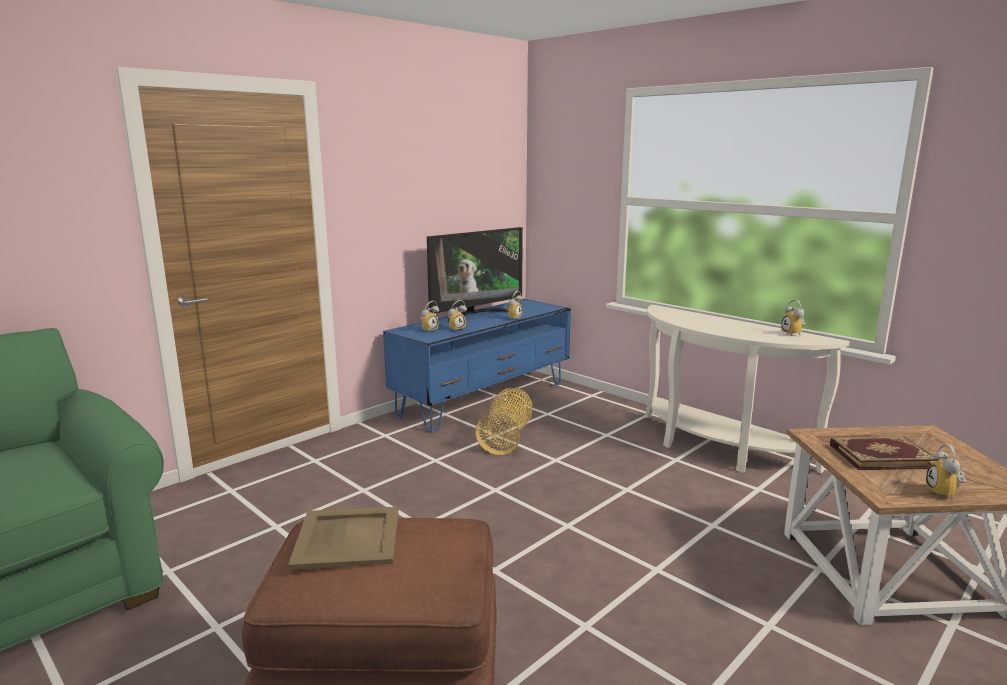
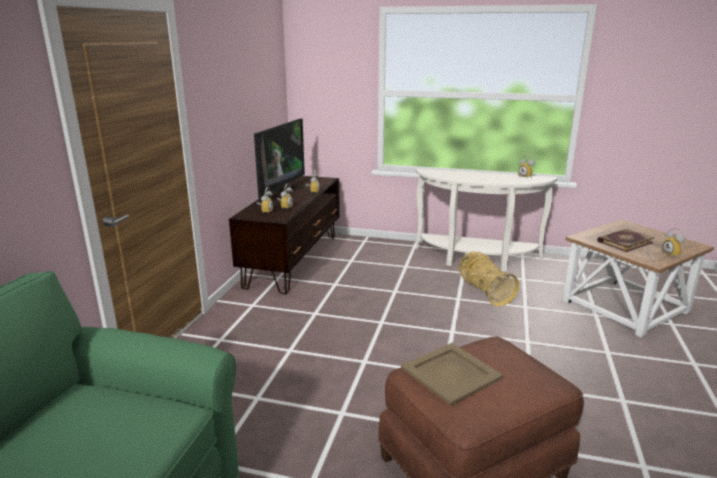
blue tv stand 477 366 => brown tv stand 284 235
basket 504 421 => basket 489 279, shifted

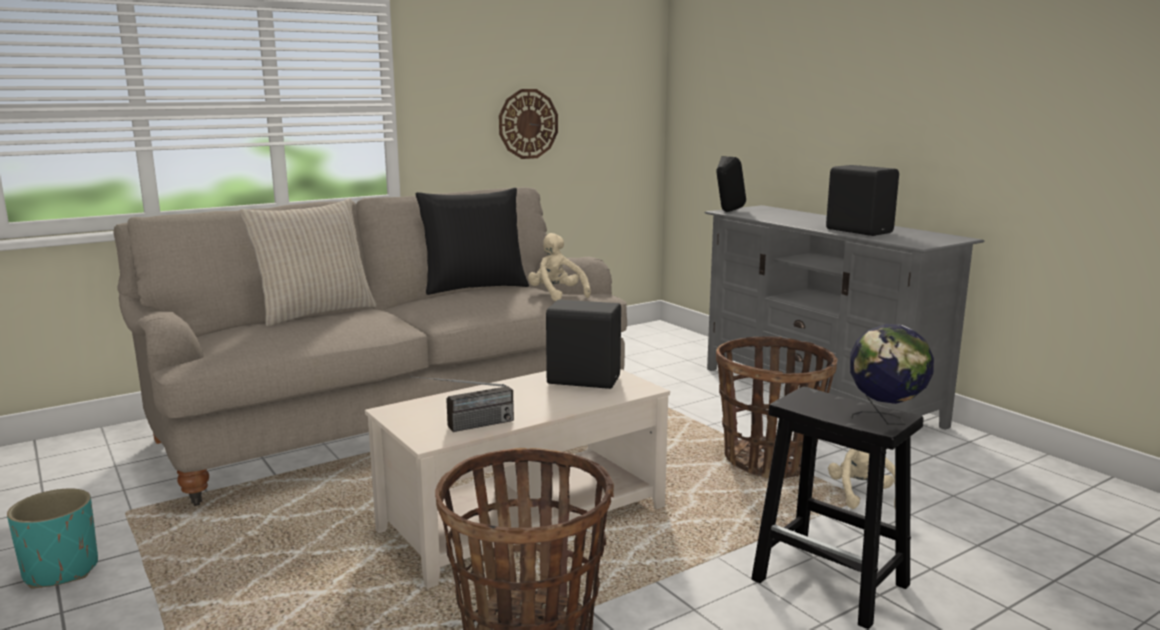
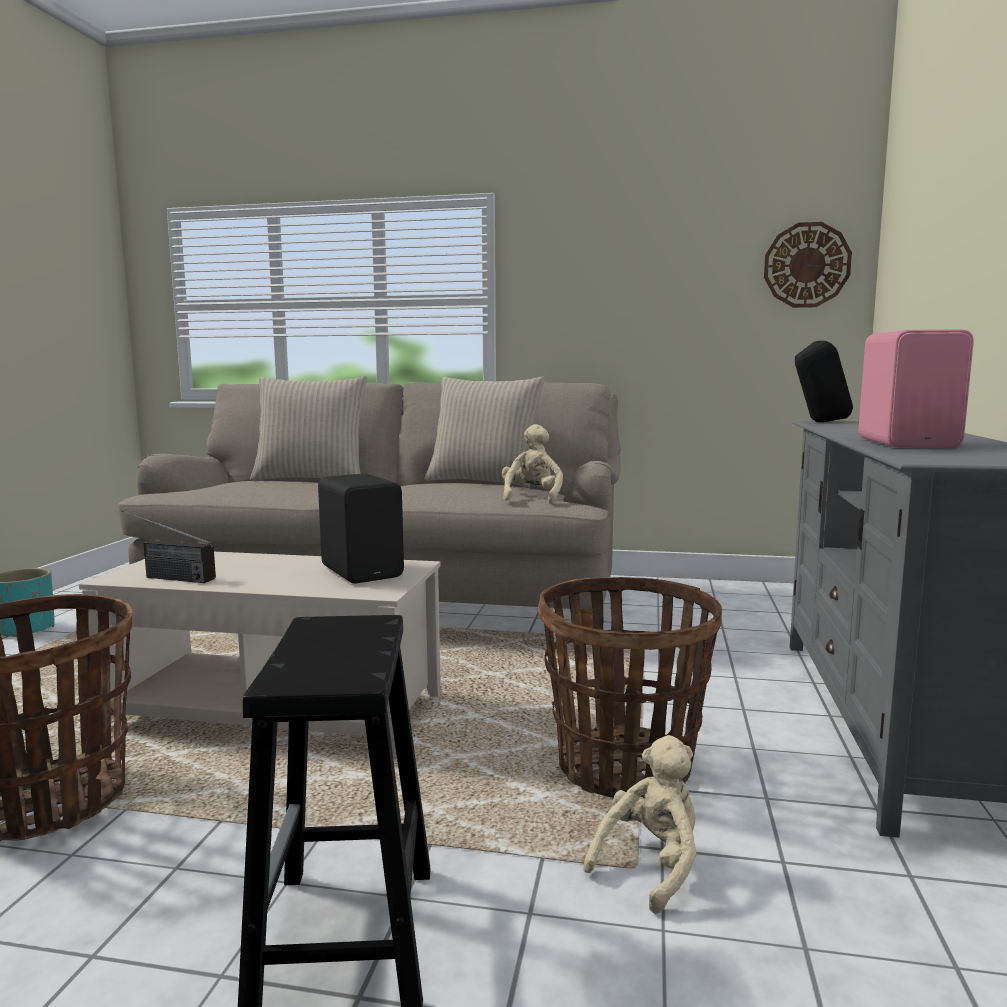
wall clock 528 124 => wall clock 808 265, shifted
black speaker 862 200 => pink speaker 916 388
black pillow 472 241 => beige pillow 485 432
globe 892 374 => nothing

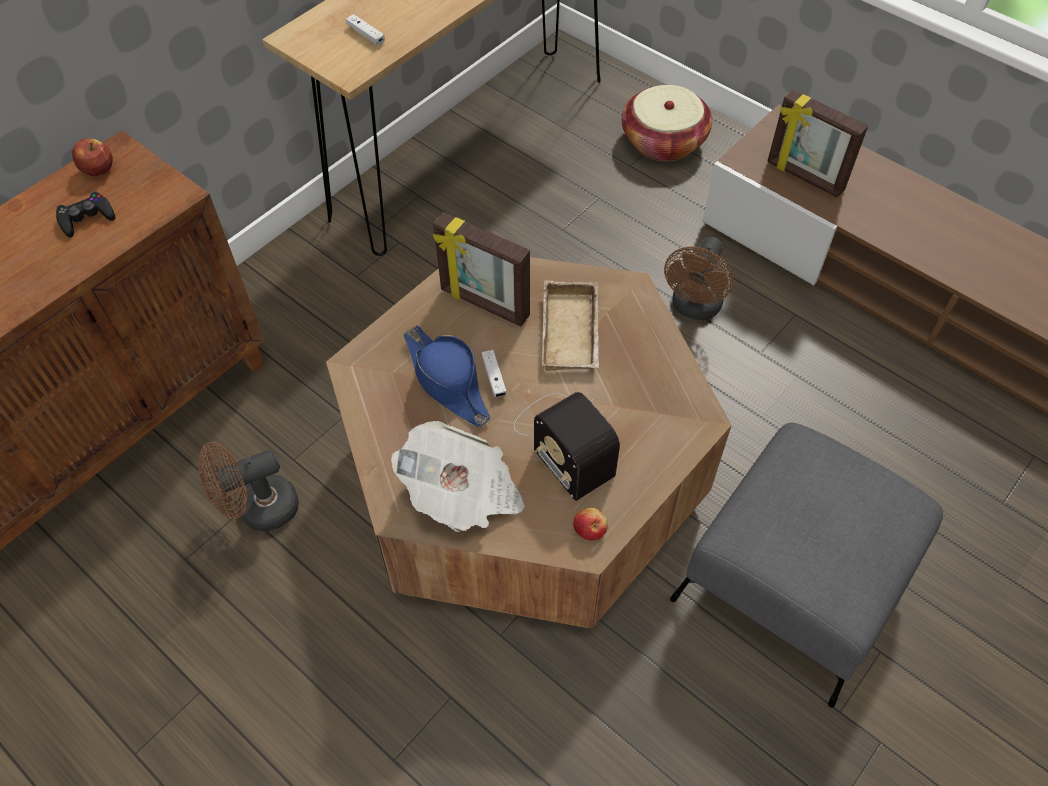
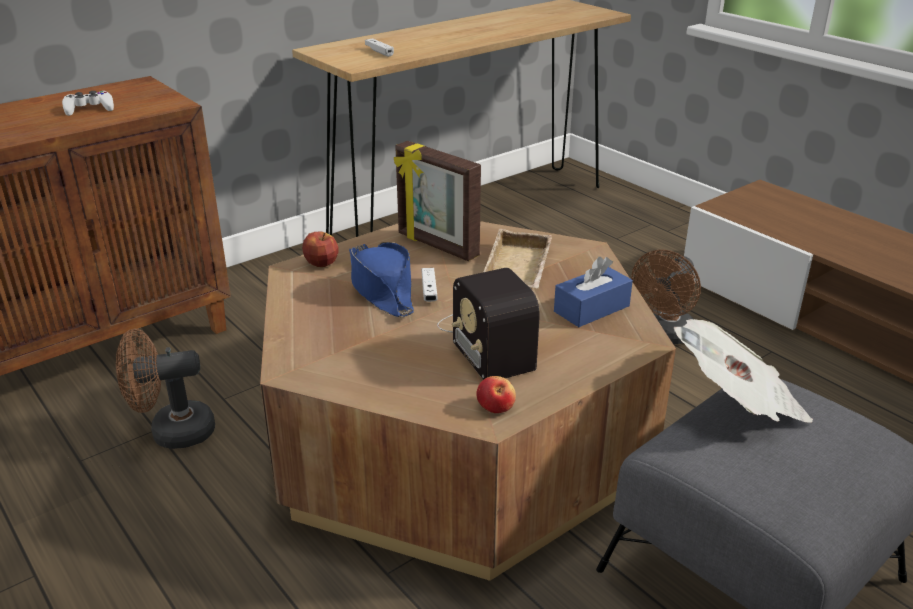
basket 667 123 => nothing
picture frame 817 143 => nothing
apple 92 157 => apple 320 249, shifted
black game controller 85 214 => white game controller 88 103
newspaper 458 476 => newspaper 743 371, shifted
nothing => blue tissue box 593 292

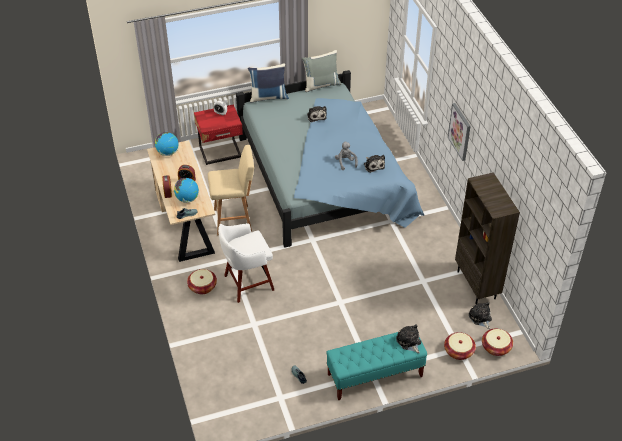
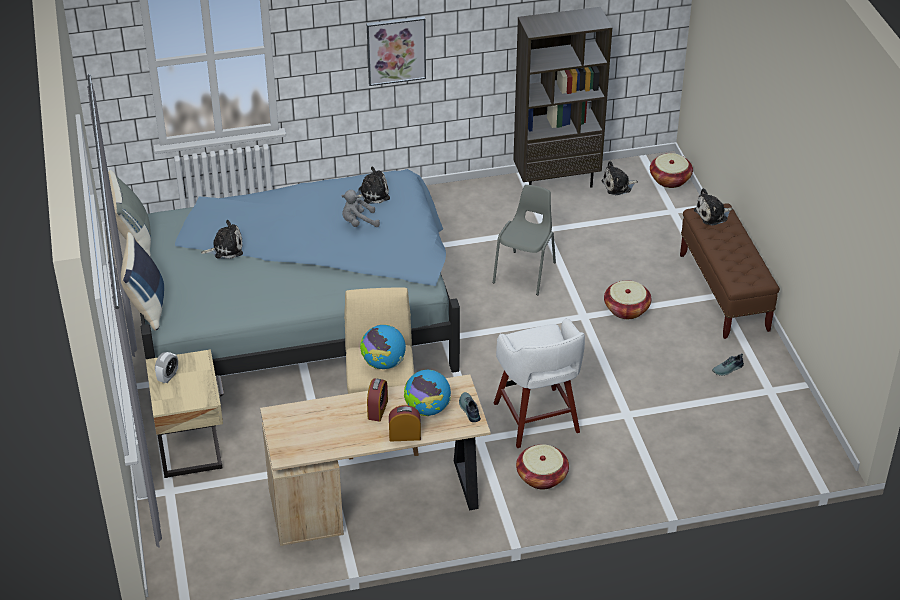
red nightstand 218 134 => beige nightstand 185 413
globe 166 144 => globe 383 347, shifted
turquoise bench 376 366 => brown bench 730 271
basket 460 346 => basket 627 300, shifted
nothing => grey chair 524 240

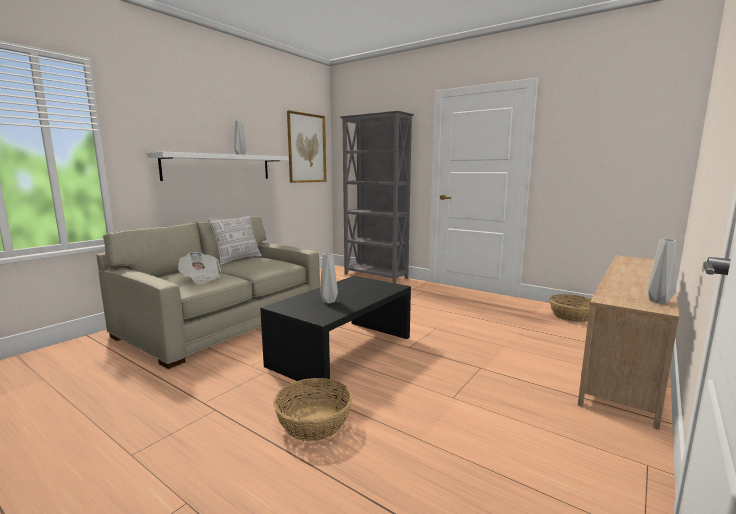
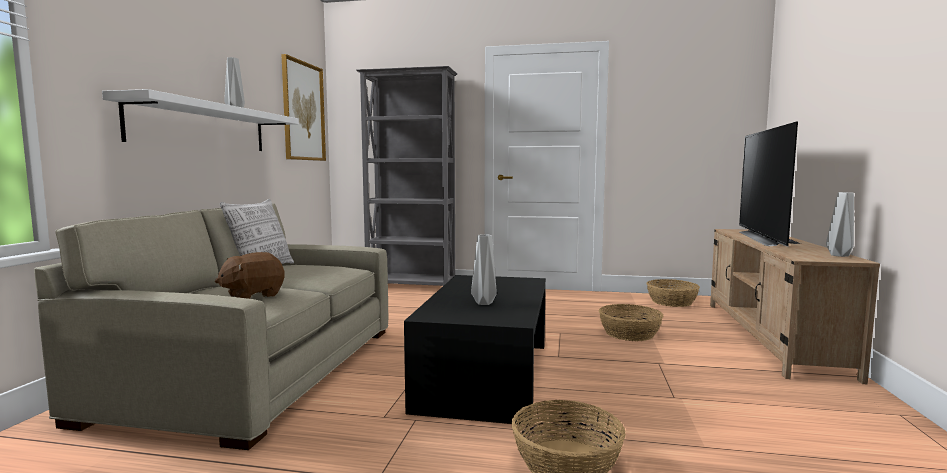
newspaper 199 268 => brown plush toy 250 275
nothing => television 770 184
nothing => basket 631 322

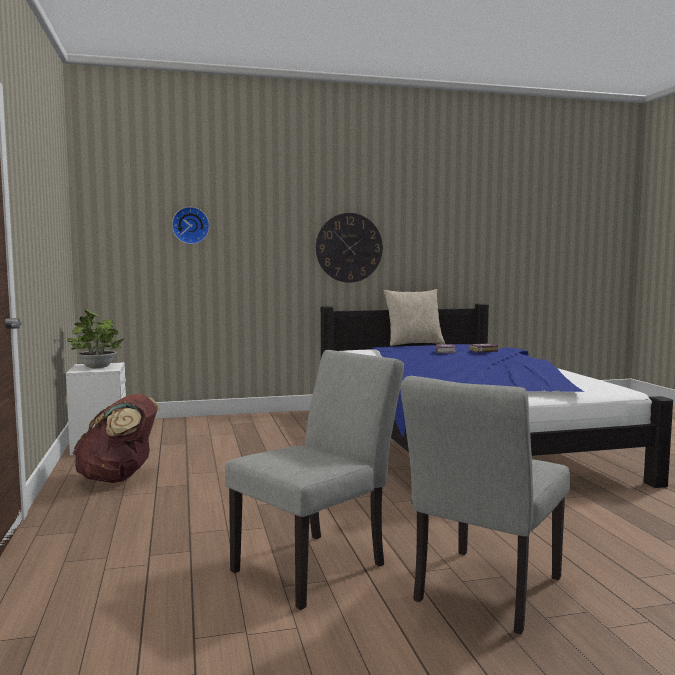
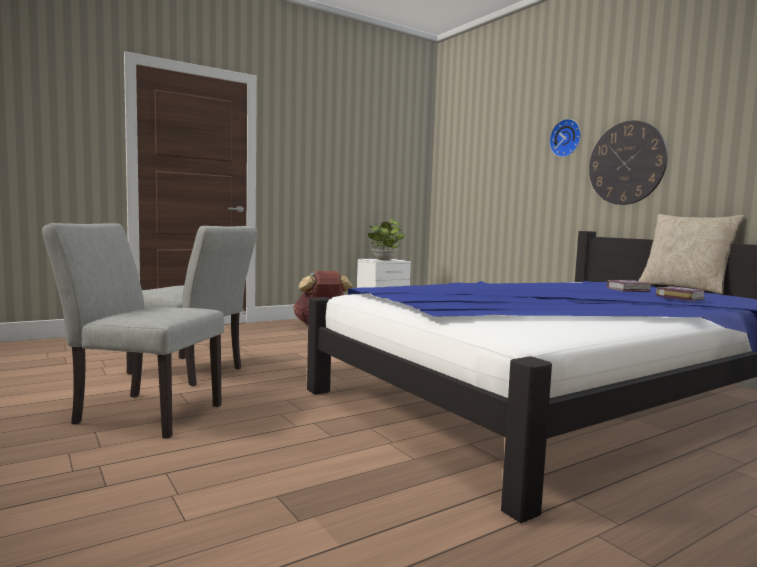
wall clock 191 225 => wall clock 565 138, shifted

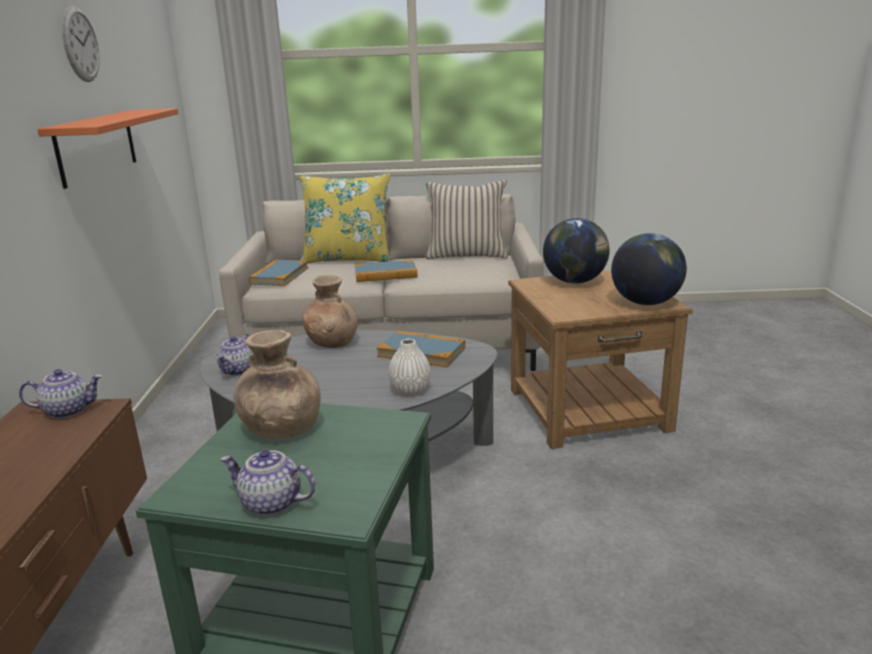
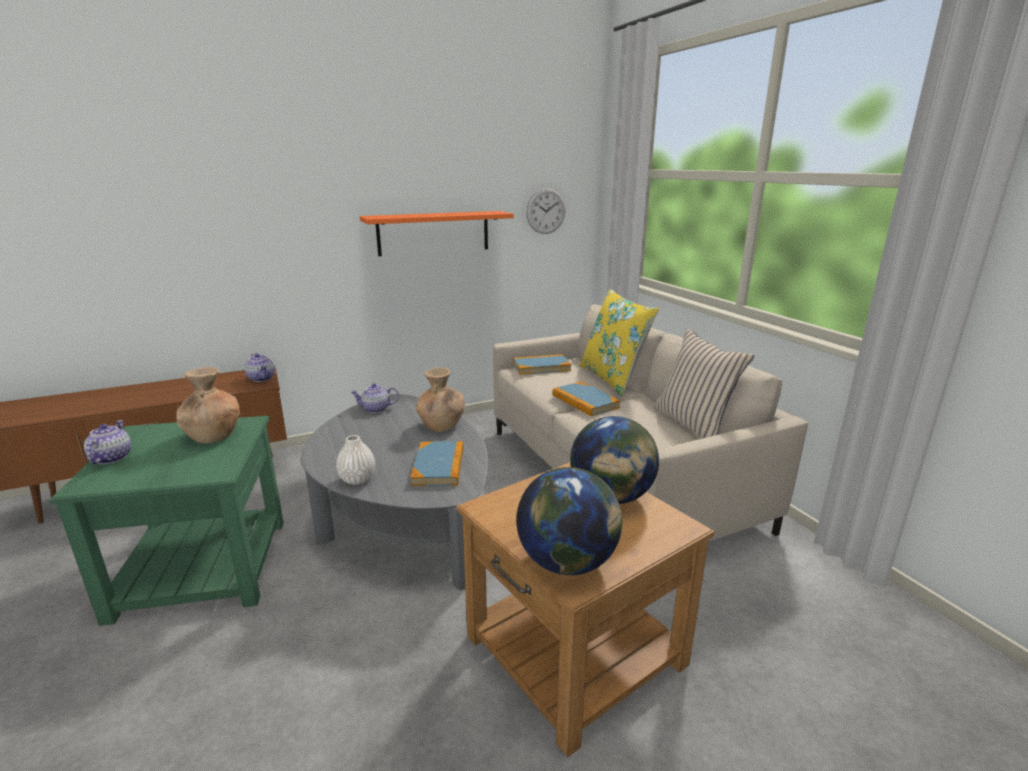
wall clock 81 44 => wall clock 546 211, shifted

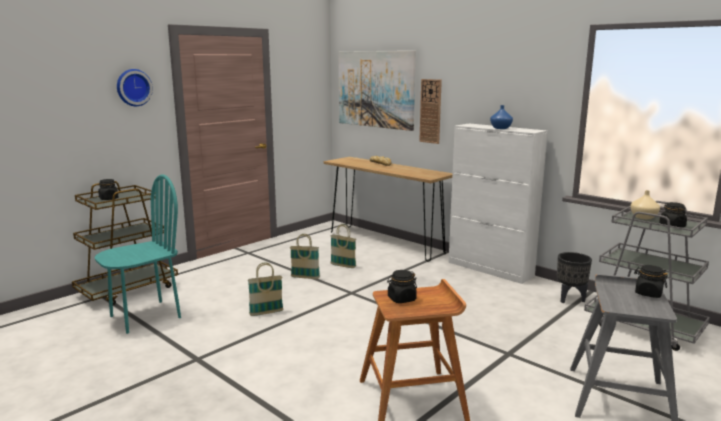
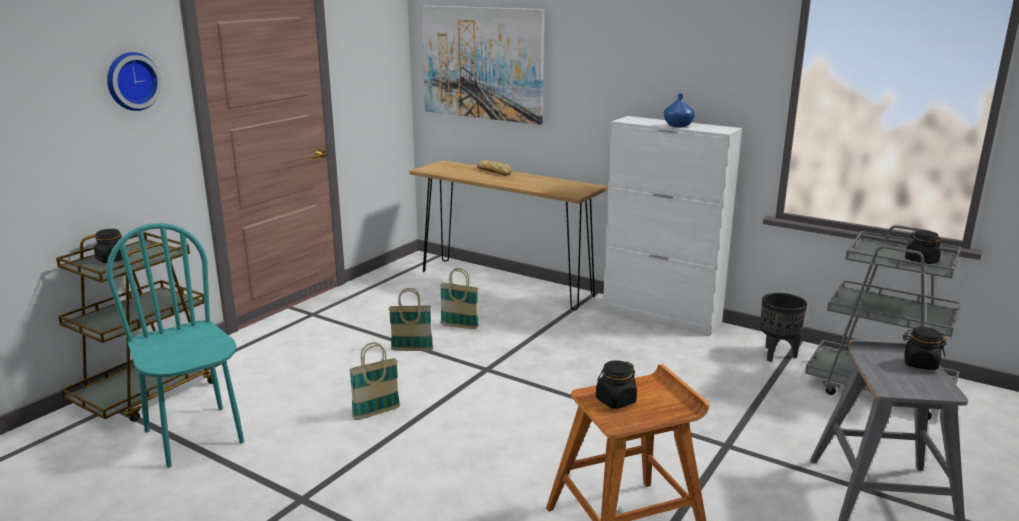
wall clock 430 111 => nothing
turquoise chair 137 254 => turquoise chair 175 345, 75 degrees counterclockwise
beige vase 645 204 => nothing

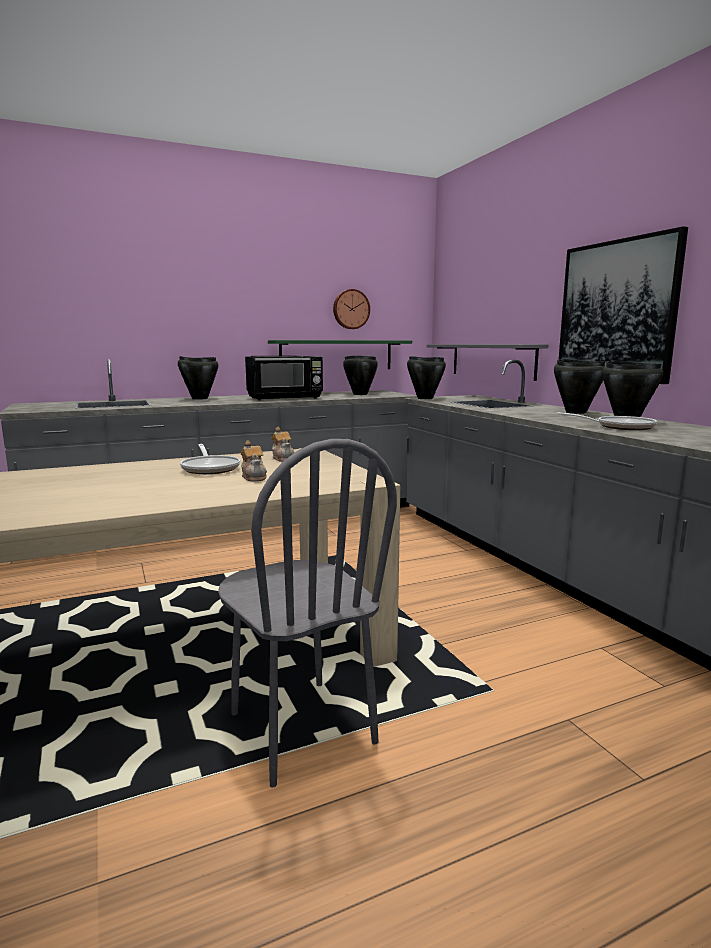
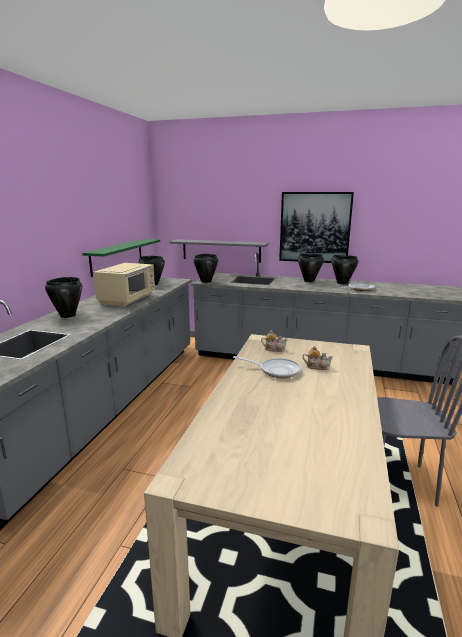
wall clock 351 309 => nothing
black microwave 284 378 => beige microwave 124 285

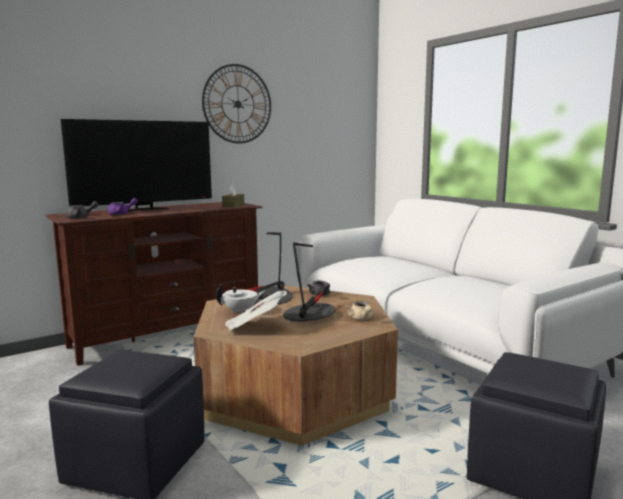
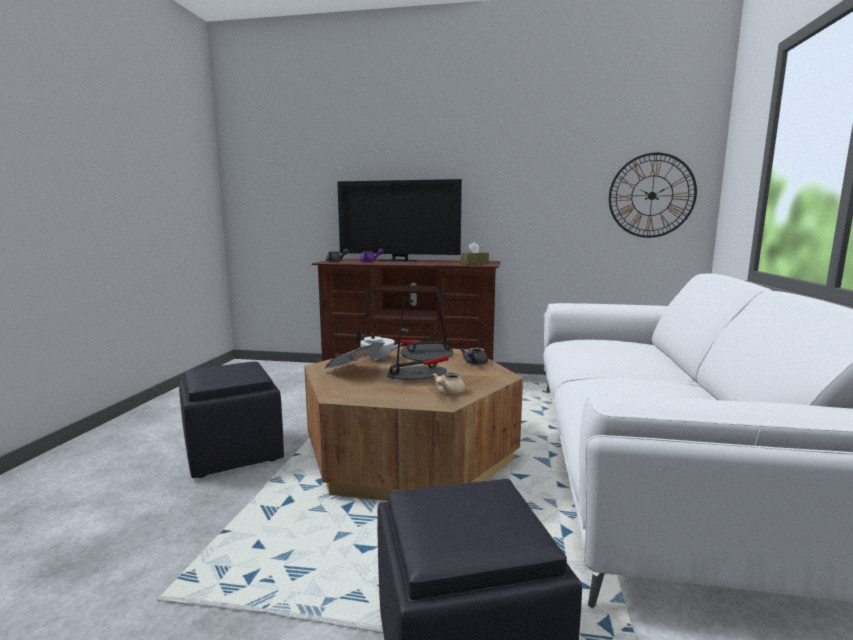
wall clock 236 104 => wall clock 653 195, shifted

